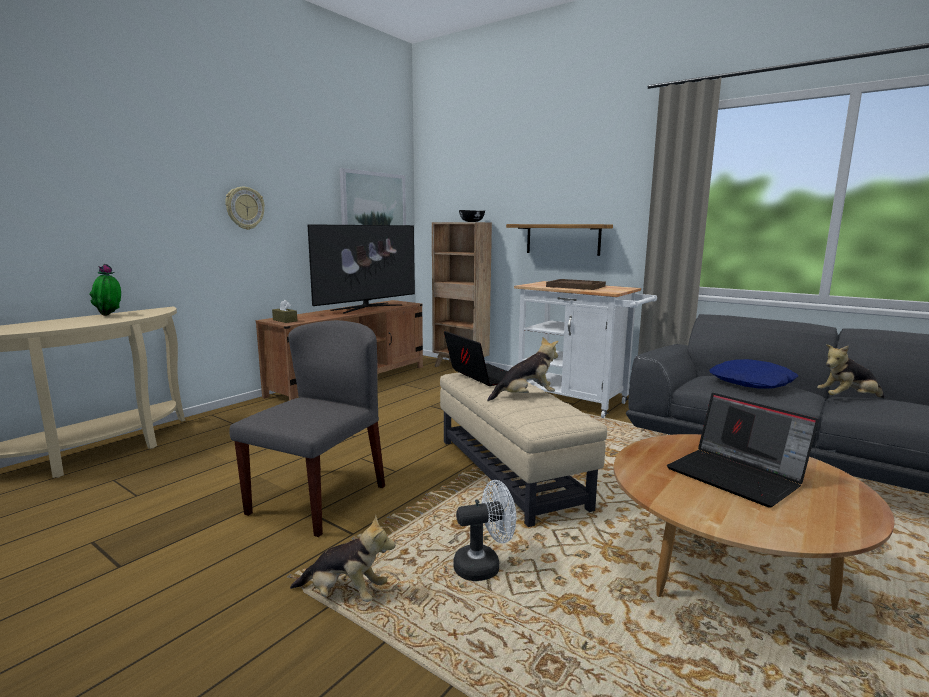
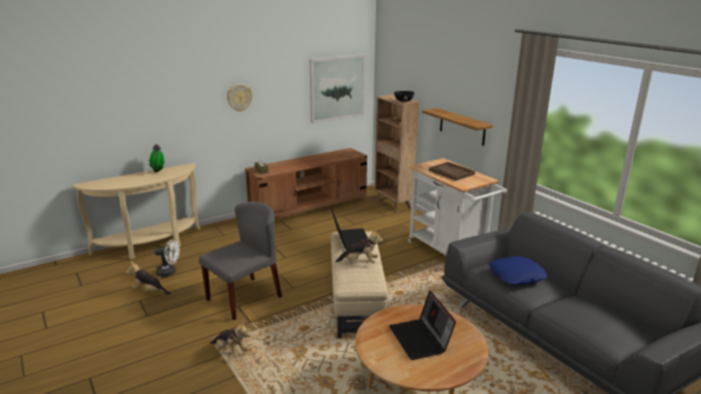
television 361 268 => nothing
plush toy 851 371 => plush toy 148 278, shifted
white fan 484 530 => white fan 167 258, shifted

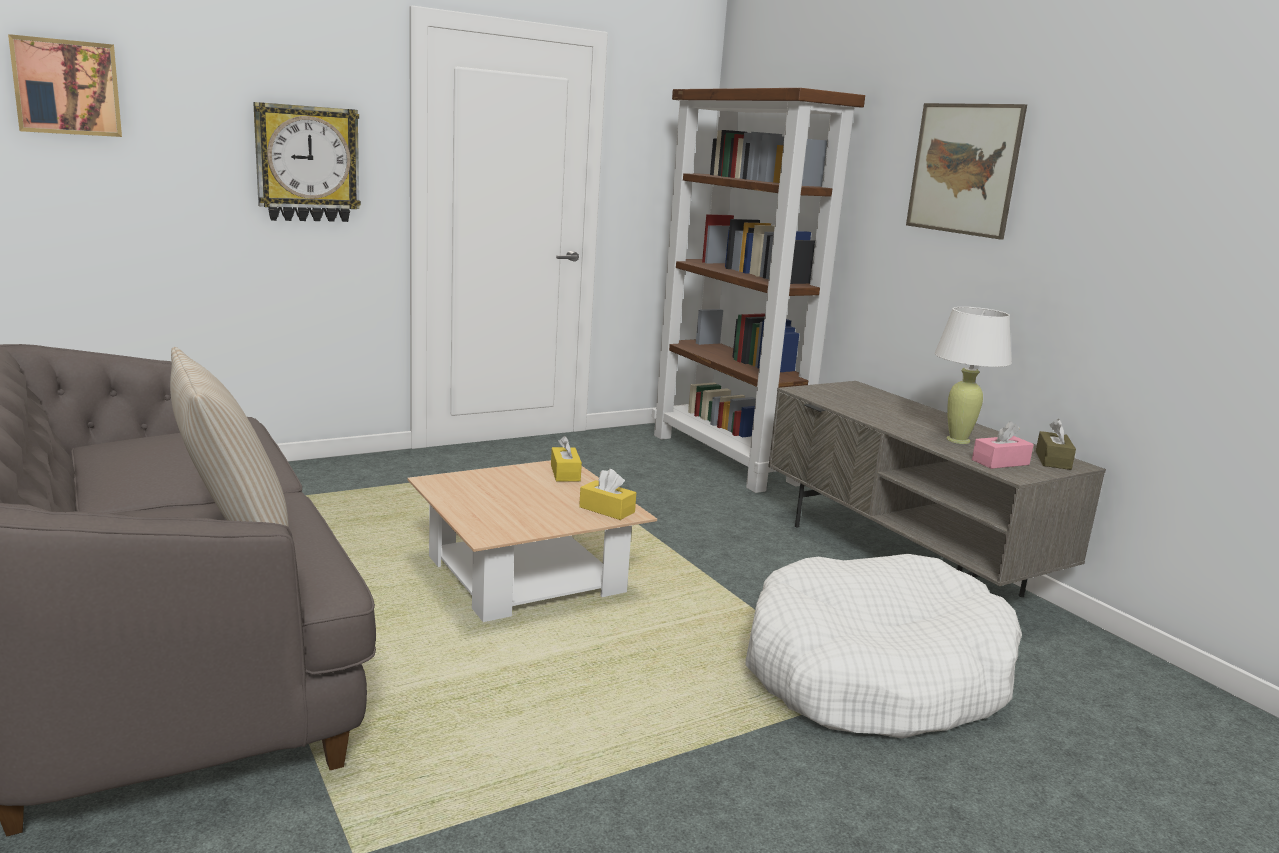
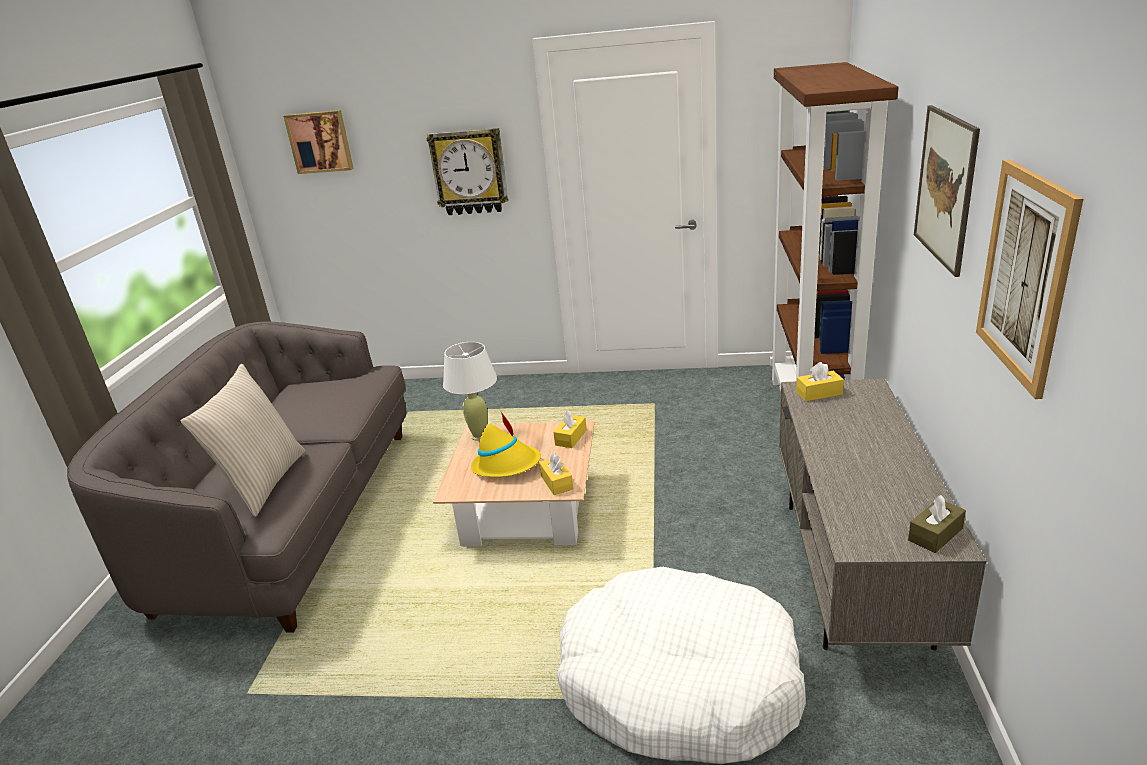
white table lamp 973 375 => white table lamp 470 391, shifted
pink tissue box 1003 445 => nothing
nothing => picture 1029 279
nothing => yellow tissue box 820 381
nothing => yellow hat 506 444

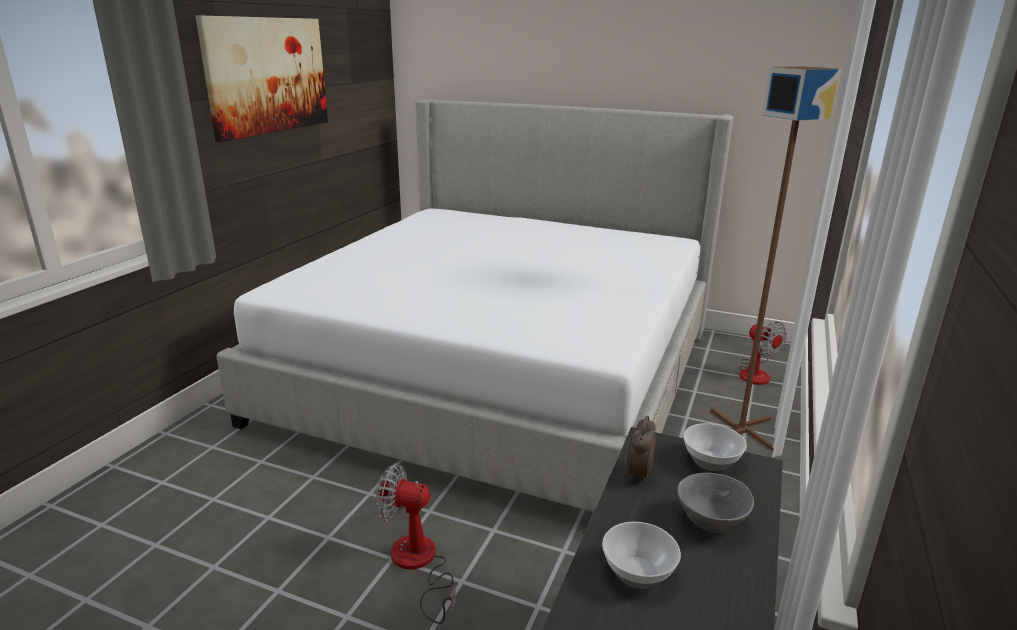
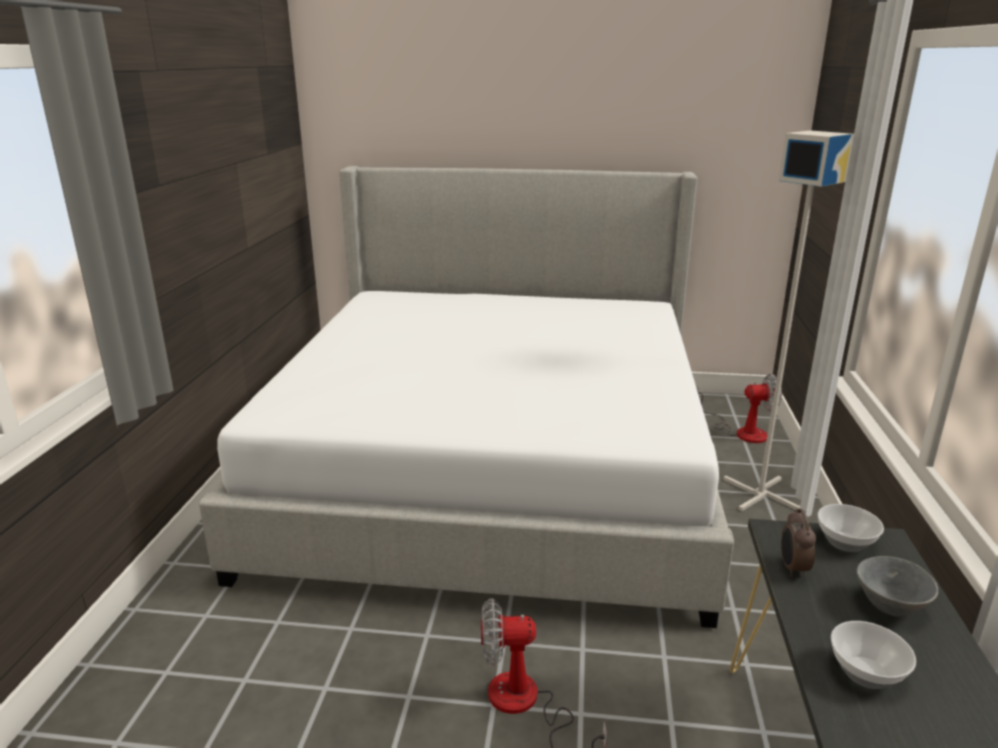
picture 262 78 => nothing
brown floor lamp 776 258 => grey floor lamp 788 320
fan 762 353 => fan 739 408, 45 degrees counterclockwise

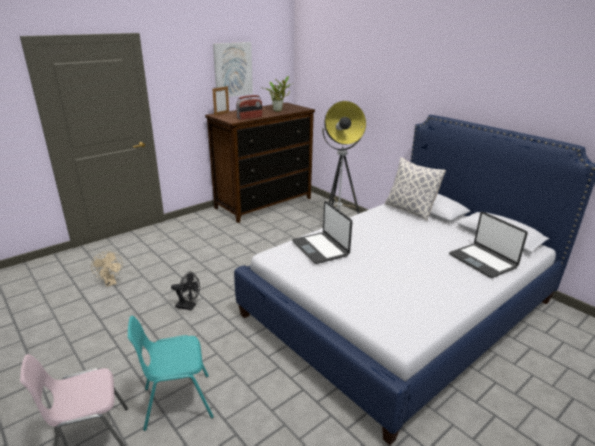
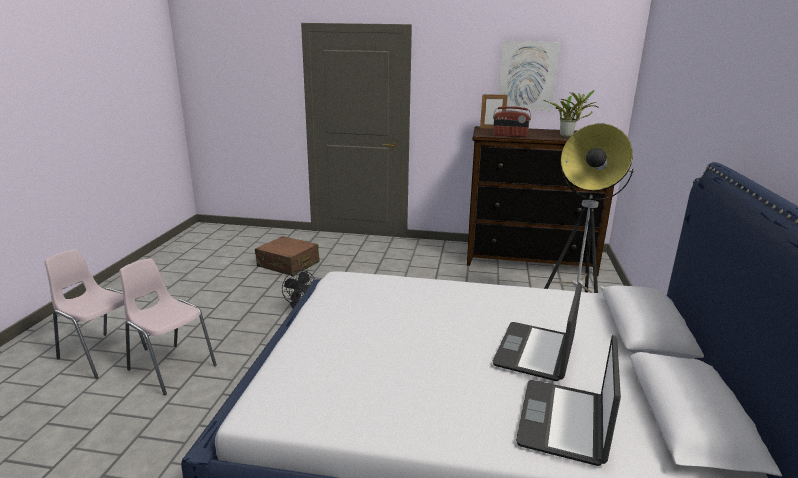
pillow 415 189 => nothing
laptop 322 232 => laptop 537 331, shifted
beige fan 107 269 => brown suitcase 287 256
turquoise chair 171 373 => pink chair 168 326

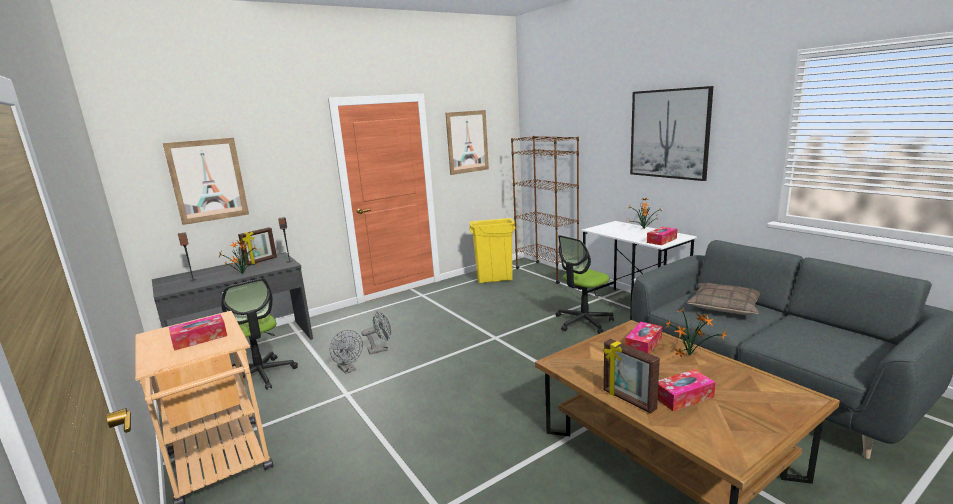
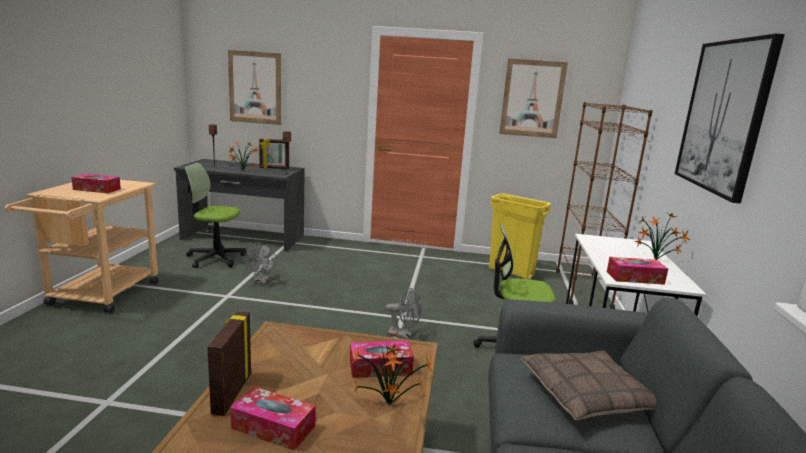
office chair 260 334 => office chair 216 215, 90 degrees clockwise
grey fan 376 332 => grey fan 403 313, shifted

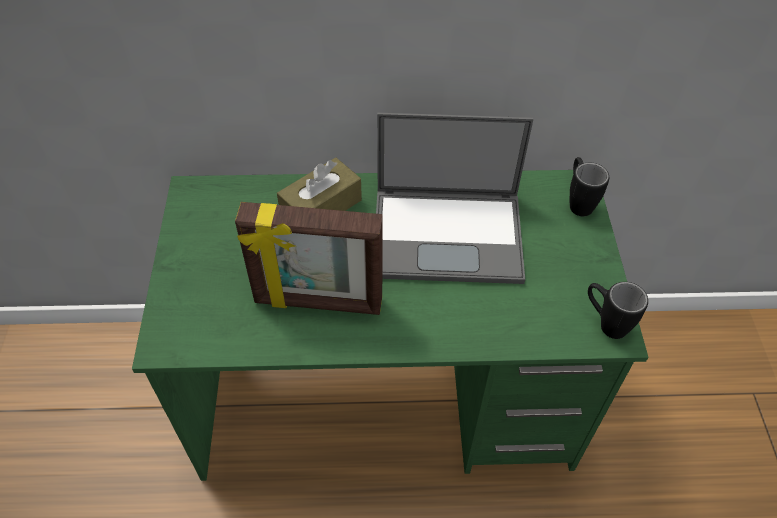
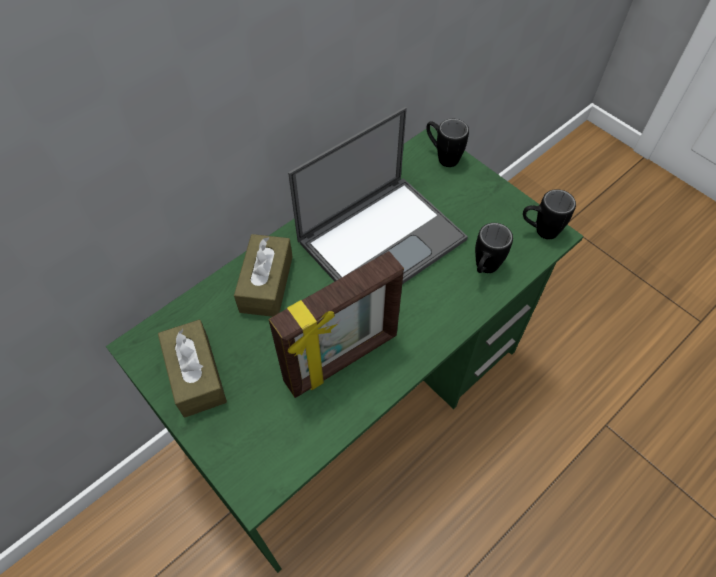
nothing => black mug 494 248
nothing => brown tissue box 192 368

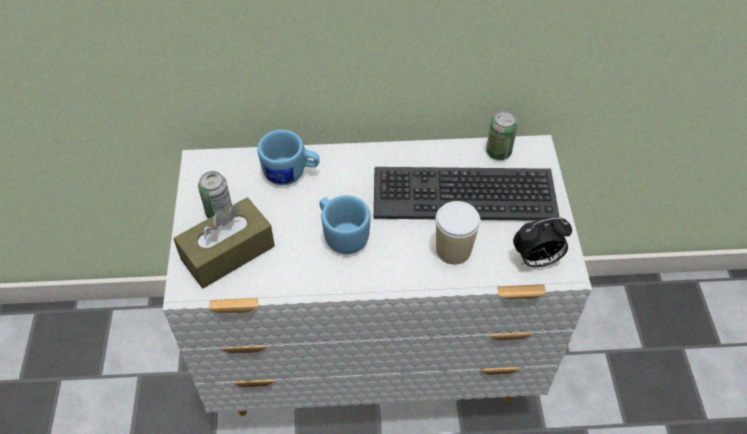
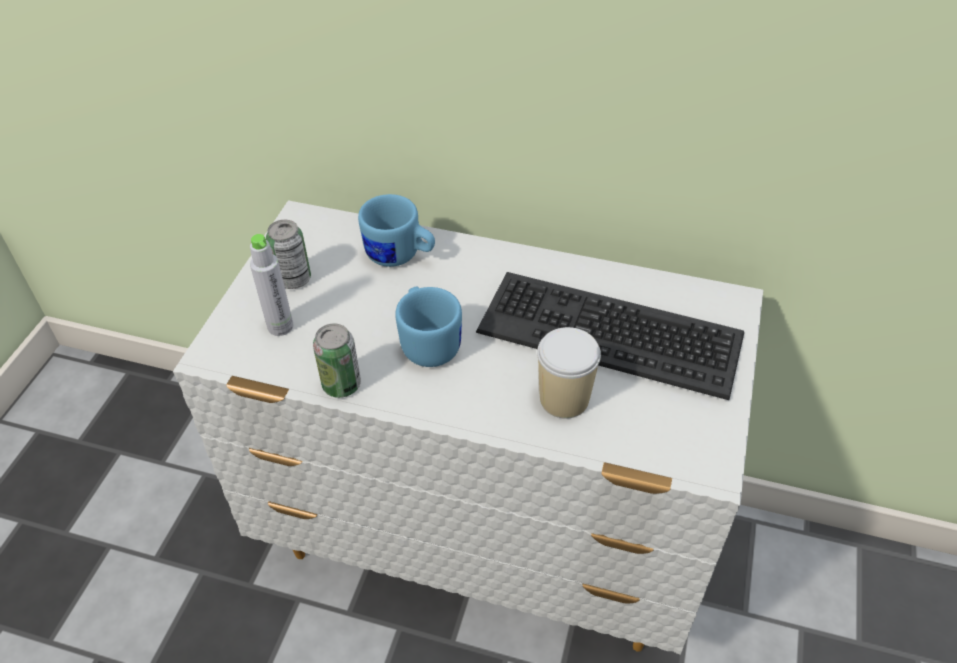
can 502 135 => can 337 360, shifted
brown tissue box 224 243 => grey bottle 271 285
alarm clock 542 242 => nothing

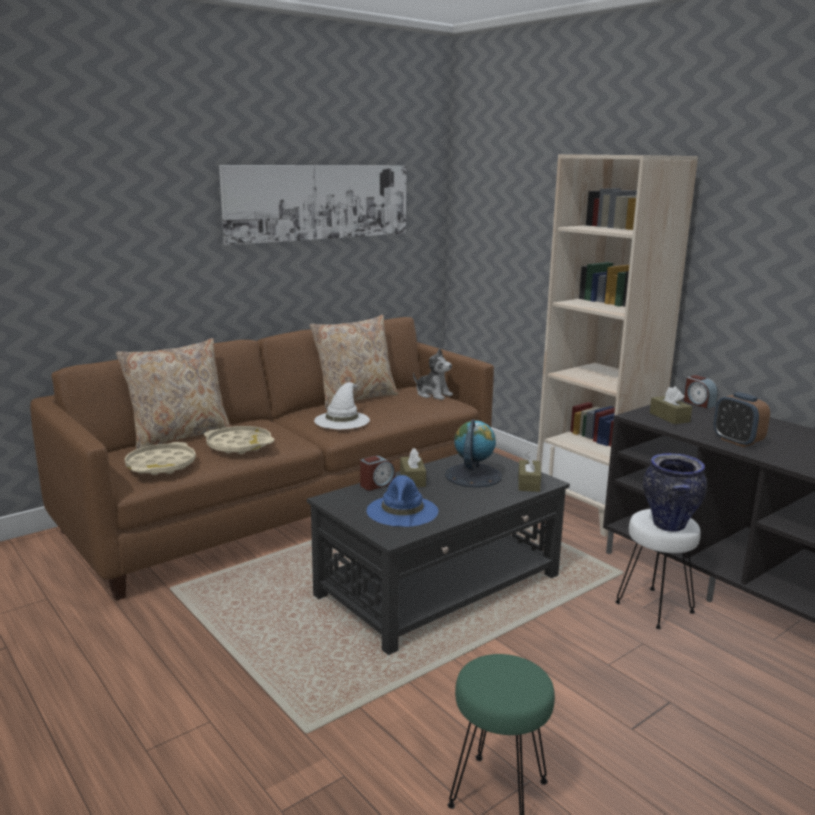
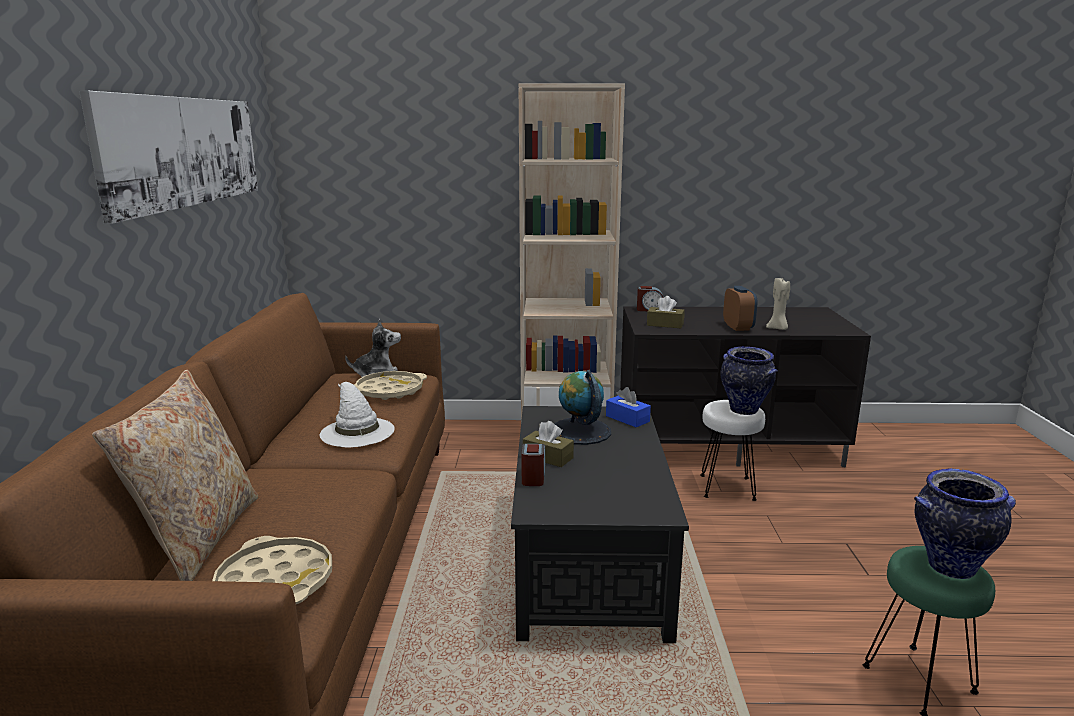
beige pillow 354 362 => nothing
alarm clock 741 419 => alarm clock 740 308, 105 degrees counterclockwise
beige tray 239 440 => beige tray 390 385, shifted
brown tissue box 529 472 => blue tissue box 628 407
blue hat 402 501 => nothing
nothing => beige candle 778 304
nothing => vase 965 523

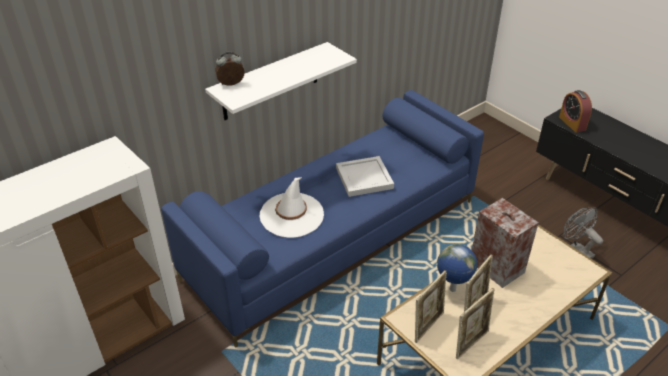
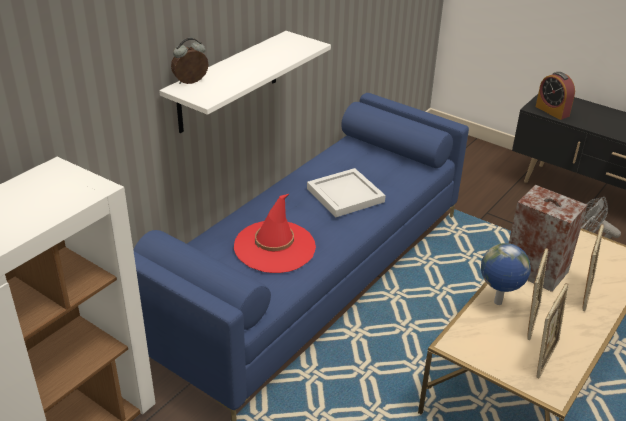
white hat 292 207 => red hat 275 233
picture frame 431 306 => picture frame 593 267, shifted

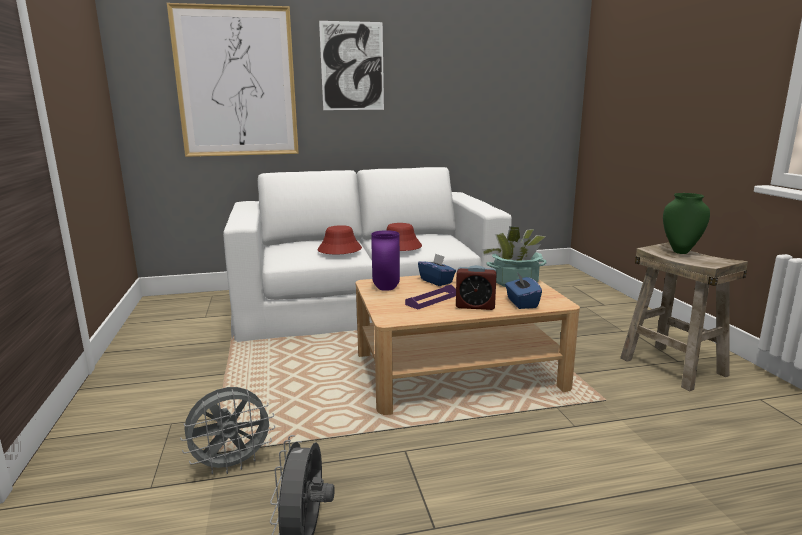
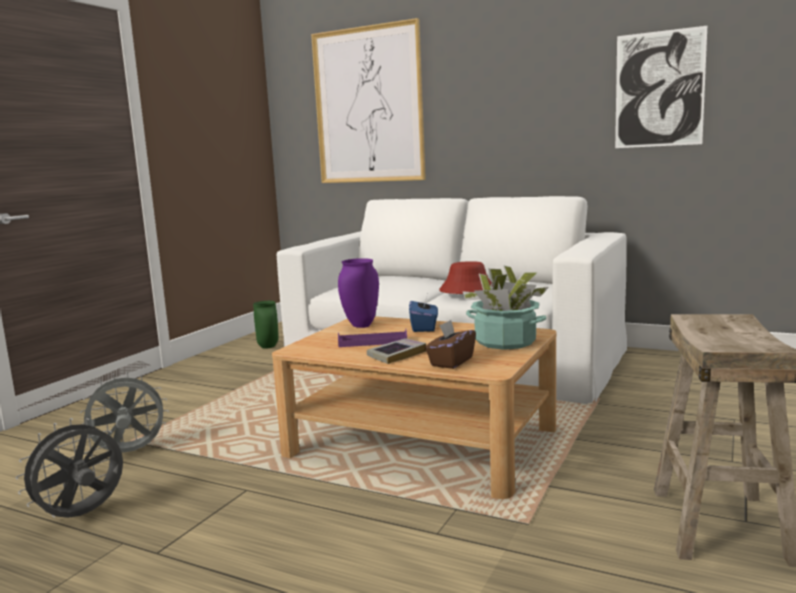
picture 351 65 => picture 661 87, shifted
green vase 686 223 => green vase 266 325, shifted
red hat 339 239 => nothing
alarm clock 476 287 => book 396 351
blue tissue box 523 290 => brown tissue box 450 344
grey fan 227 430 => grey fan 124 412, 150 degrees clockwise

